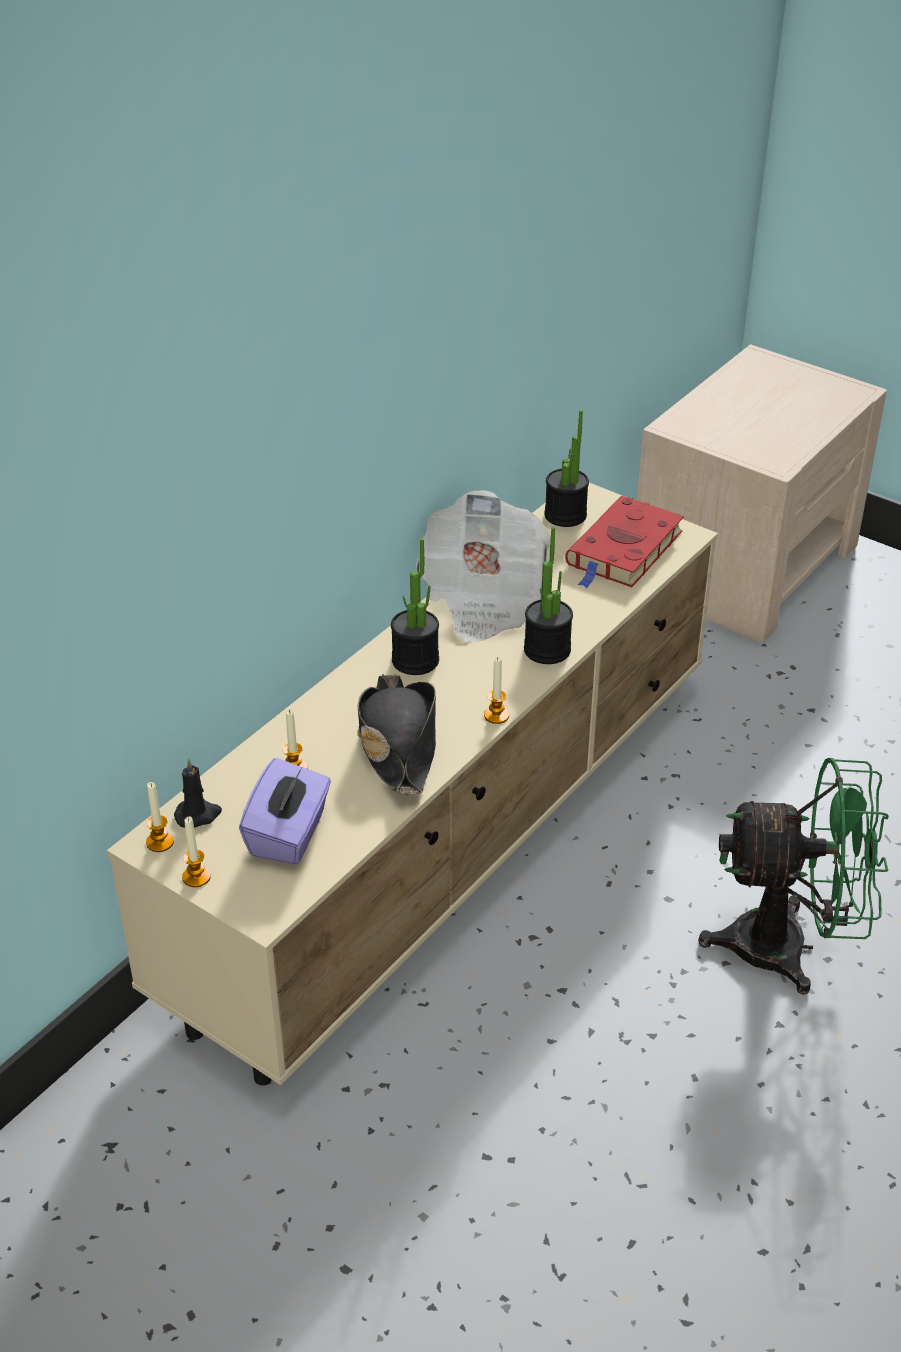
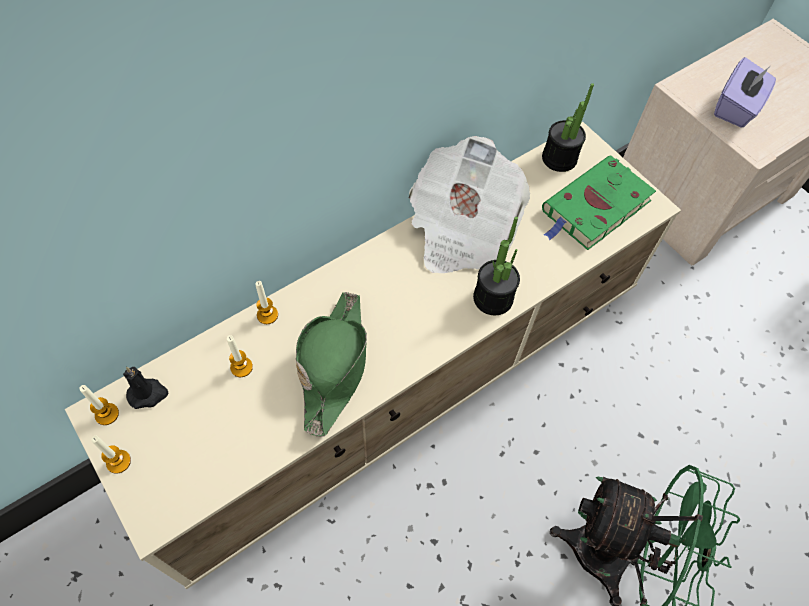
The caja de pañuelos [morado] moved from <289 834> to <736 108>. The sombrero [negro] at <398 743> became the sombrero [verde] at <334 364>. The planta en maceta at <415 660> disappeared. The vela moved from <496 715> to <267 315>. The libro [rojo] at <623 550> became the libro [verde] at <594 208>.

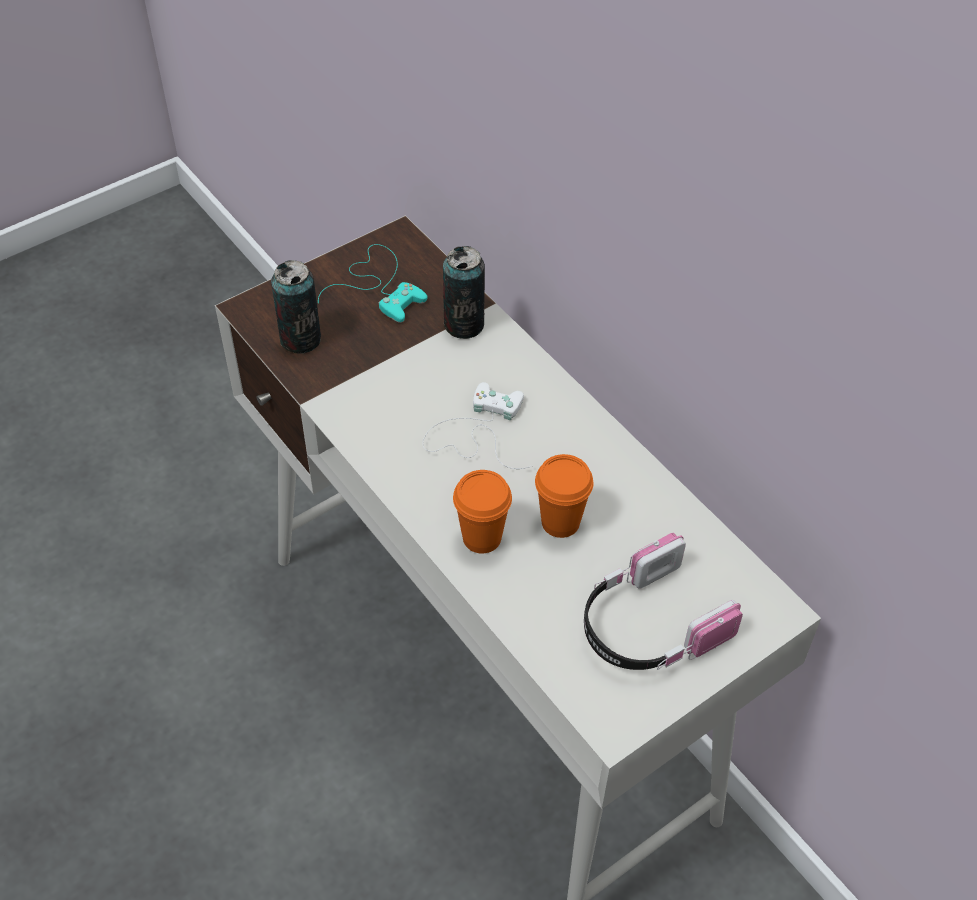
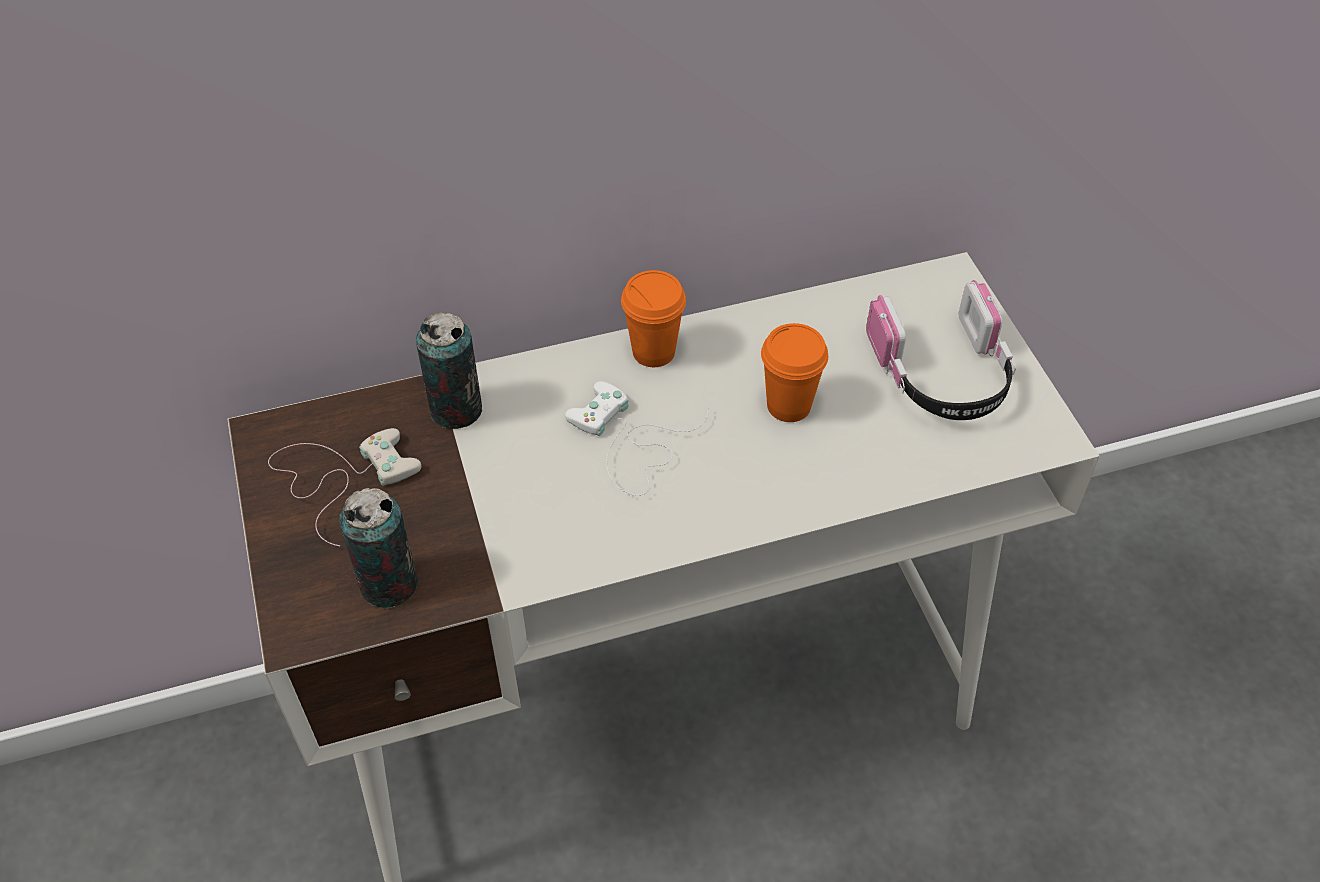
The mando de consola [turquesa] at <378 285> became the mando de consola [blanco] at <340 477>. The taza [naranja] moved from <481 537> to <653 352>.

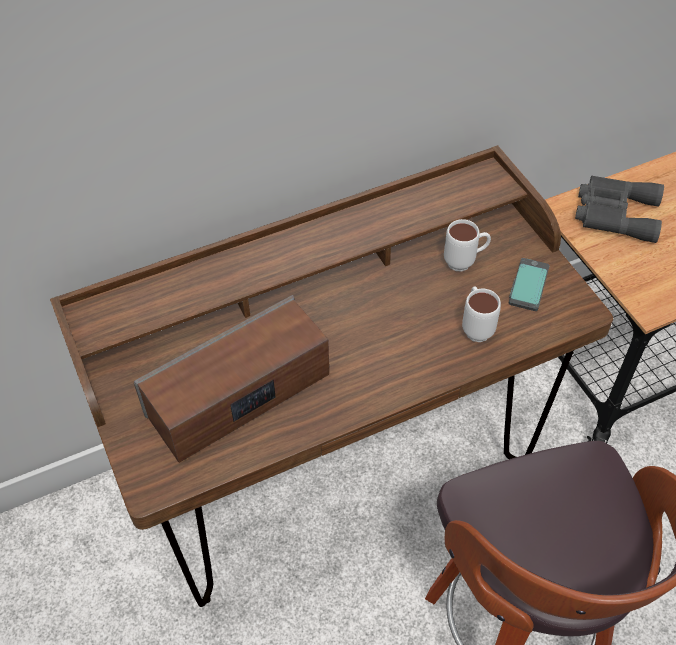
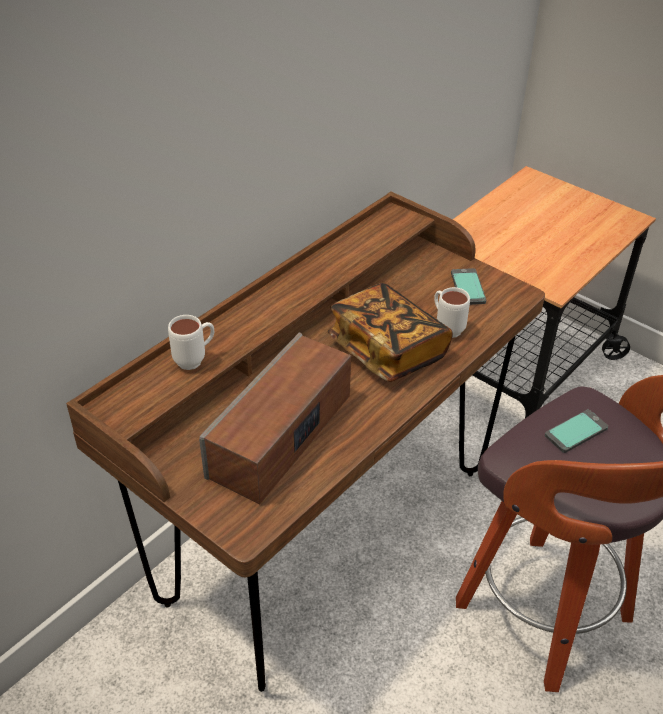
The taza grande [blanco] moved from <465 262> to <195 360>. The prismáticos [gris] at <614 213> disappeared. The libro at <387 350> appeared. The móvil at <575 432> appeared.

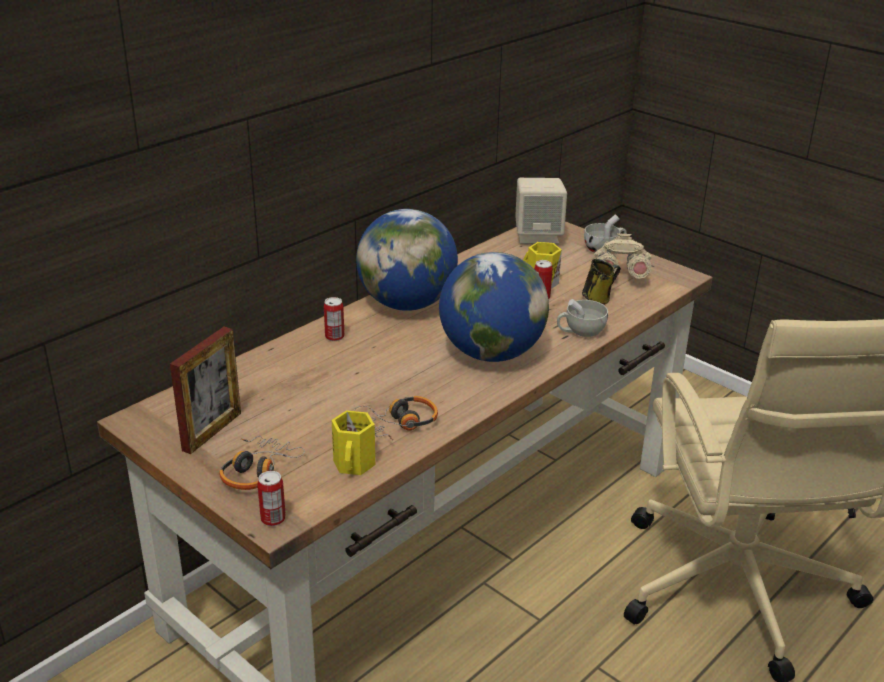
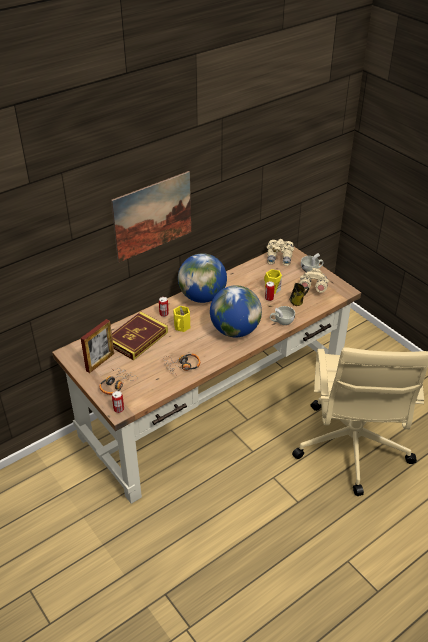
The taza grande [amarillo] moved from <355 464> to <182 327>. The altavoz [beis] at <538 236> was replaced by the prismáticos [beis] at <279 258>. The cuadro at <153 216> appeared. The libro at <137 338> appeared.

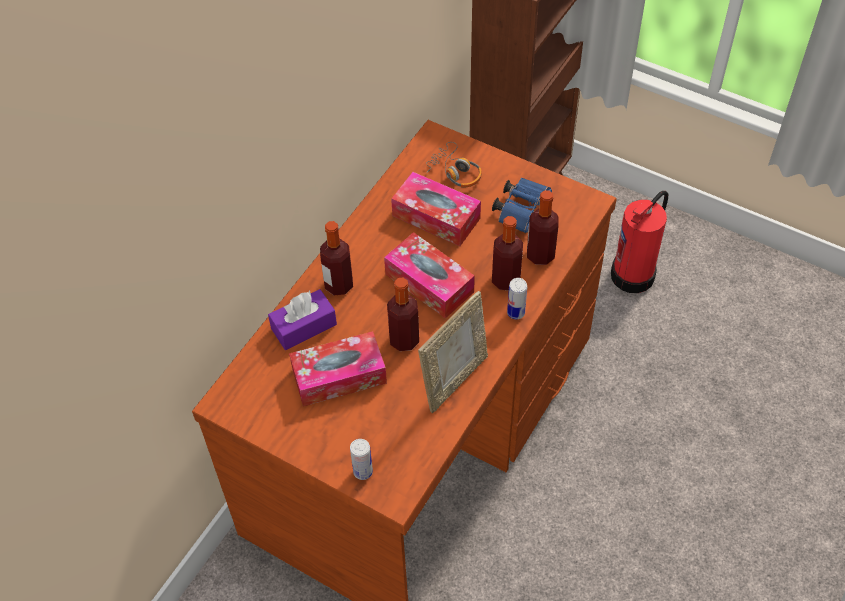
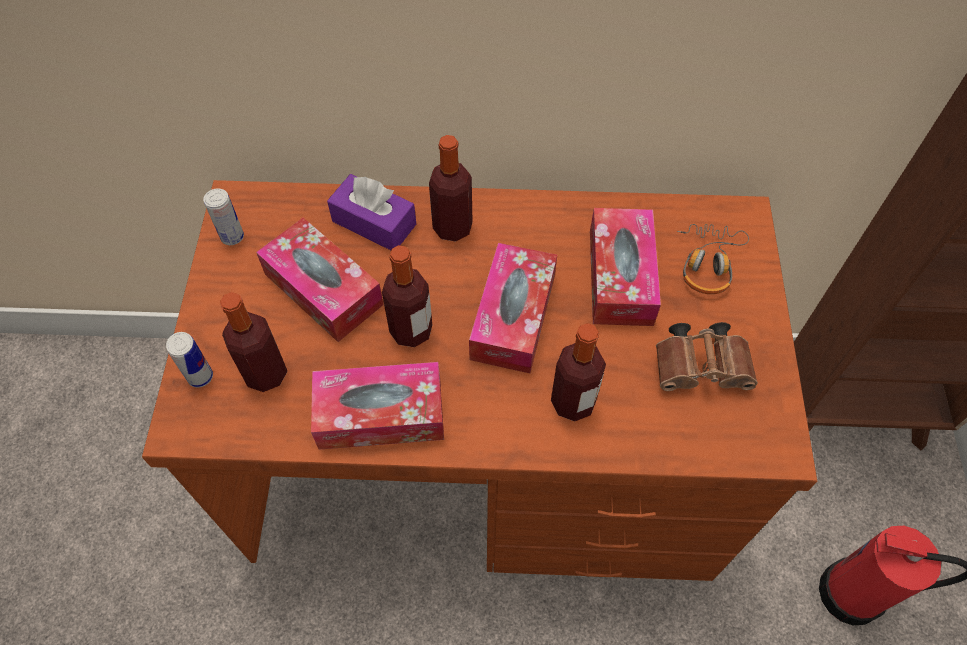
The portarretratos at <454 380> was replaced by the caja de pañuelos at <380 414>. The prismáticos [azul] at <522 209> became the prismáticos [marrón] at <703 368>. The lata moved from <516 313> to <232 237>. The botella moved from <540 255> to <266 373>.

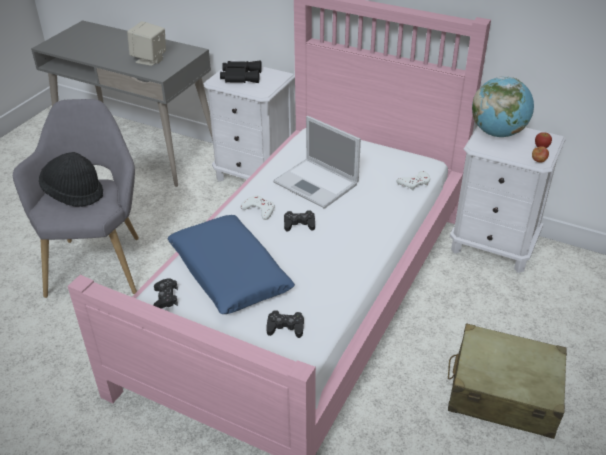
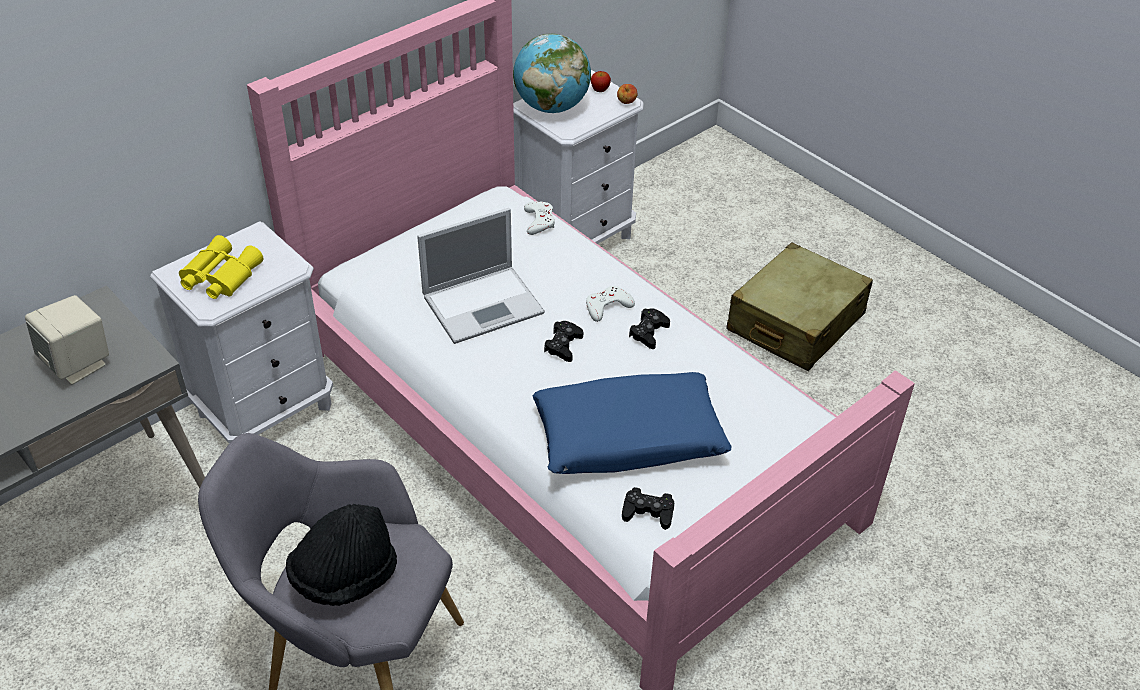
The prismáticos [negro] at <240 76> became the prismáticos [amarillo] at <218 276>. The mando de consola [blanco] moved from <259 210> to <607 307>. The mando de consola [negro] moved from <285 327> to <649 332>.

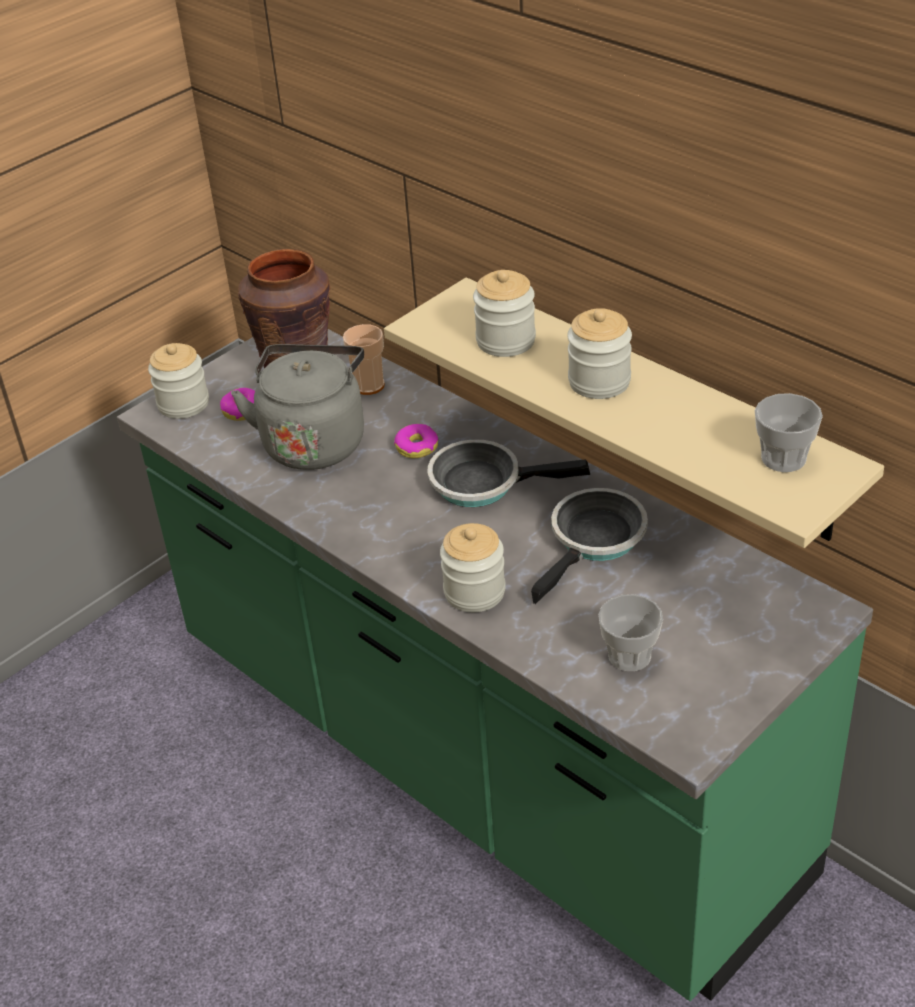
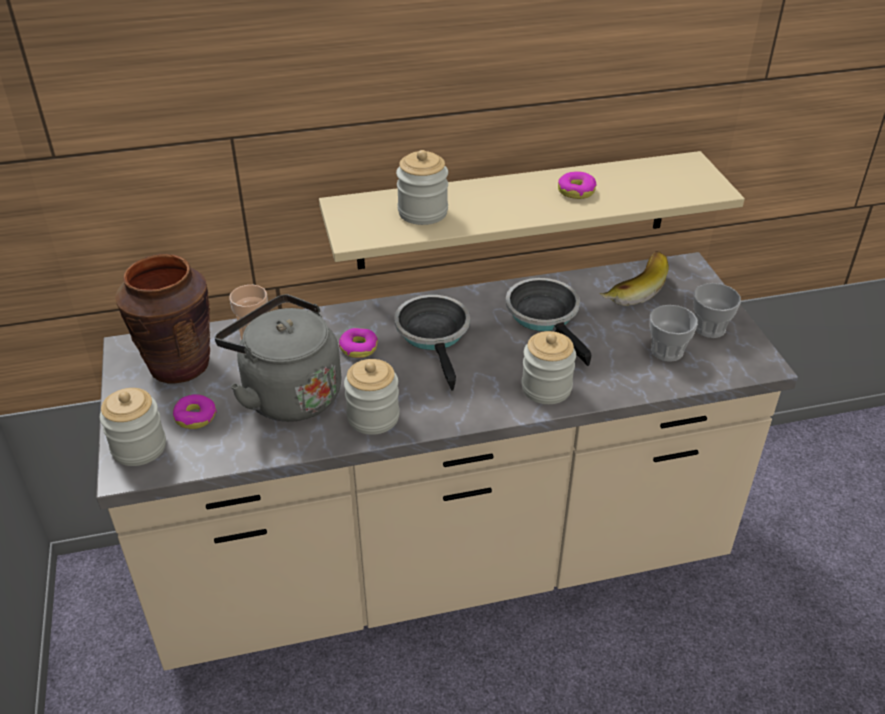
The mueble bajo de cocina [verde] at <477 760> became the mueble bajo de cocina [beis] at <442 564>. The sartén at <483 482> turned 135 degrees clockwise. The tarro moved from <599 382> to <373 417>. The taza moved from <783 458> to <709 328>. The rosquilla at <576 191> appeared. The plátano at <631 288> appeared.

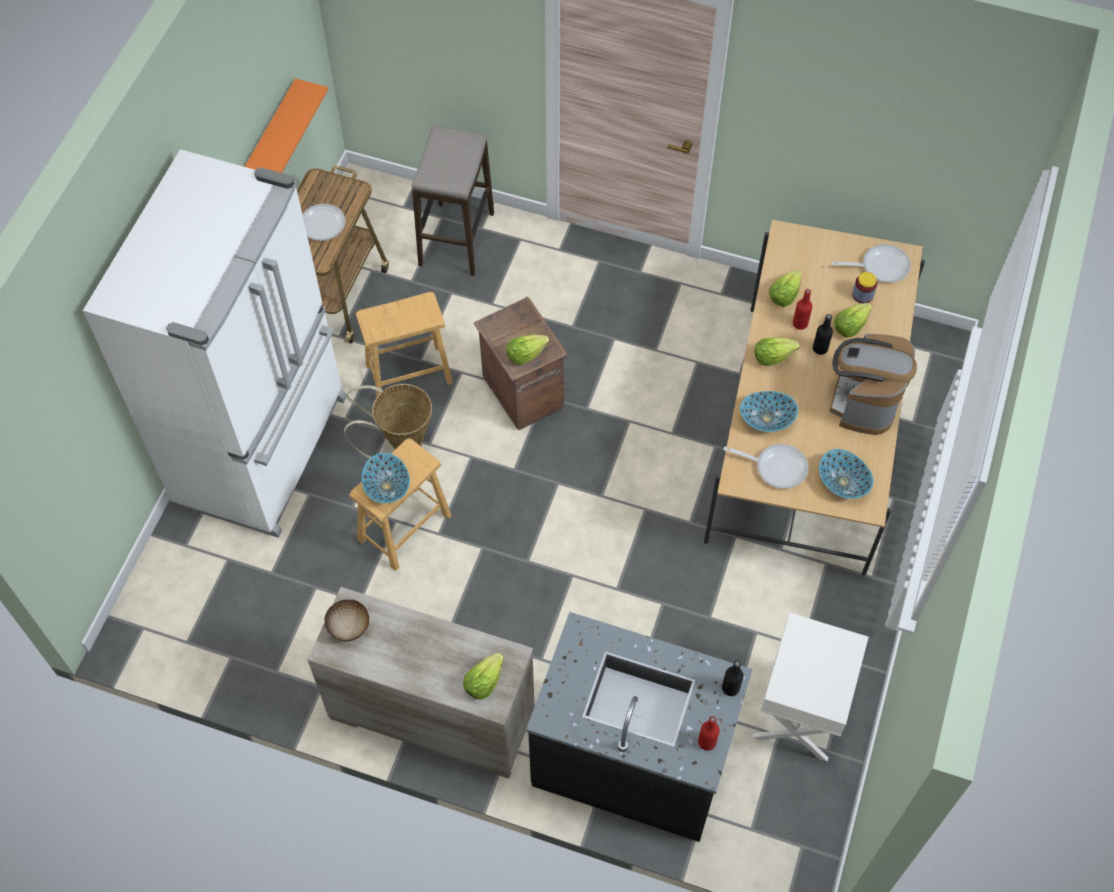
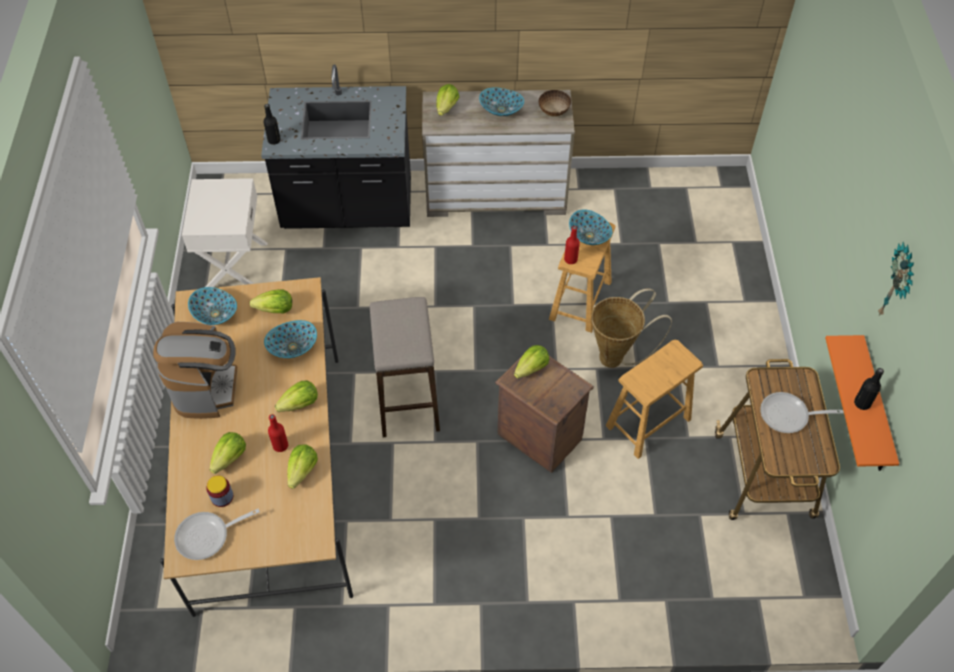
The nevera [blanco] at <266 450> disappeared. The taburete moved from <456 239> to <408 399>. The botella [rojo] moved from <707 742> to <570 259>. The sartén at <776 467> was replaced by the lechuga at <275 310>. The botella [negro] moved from <820 348> to <862 403>. The cuenco at <501 109> appeared. The reloj de pared at <899 285> appeared.

